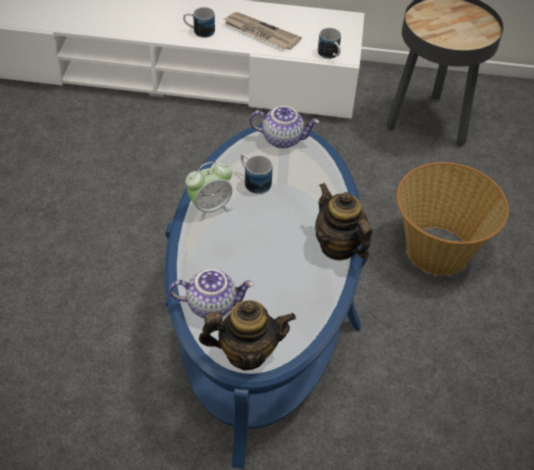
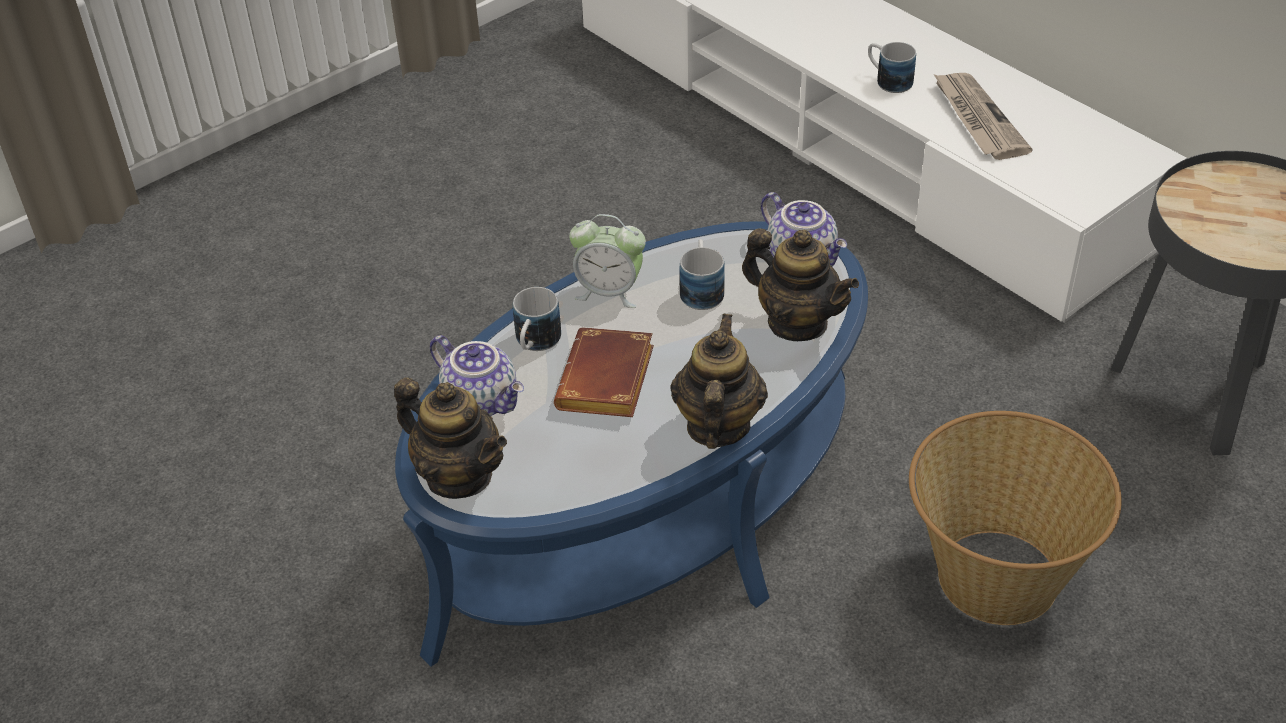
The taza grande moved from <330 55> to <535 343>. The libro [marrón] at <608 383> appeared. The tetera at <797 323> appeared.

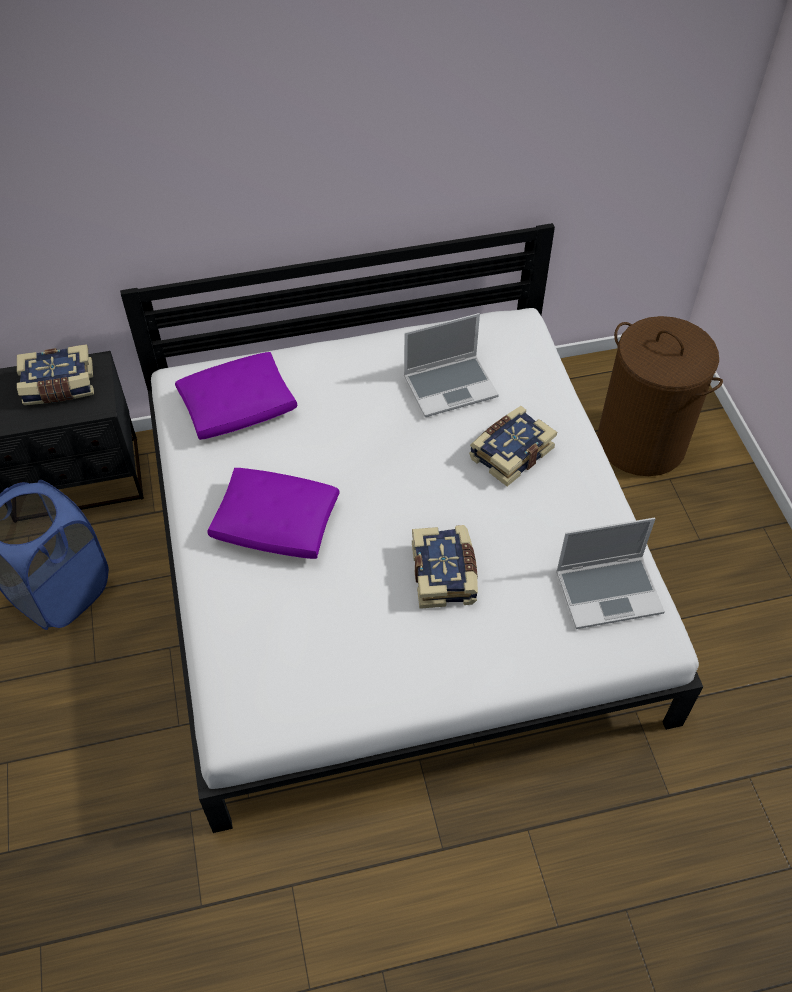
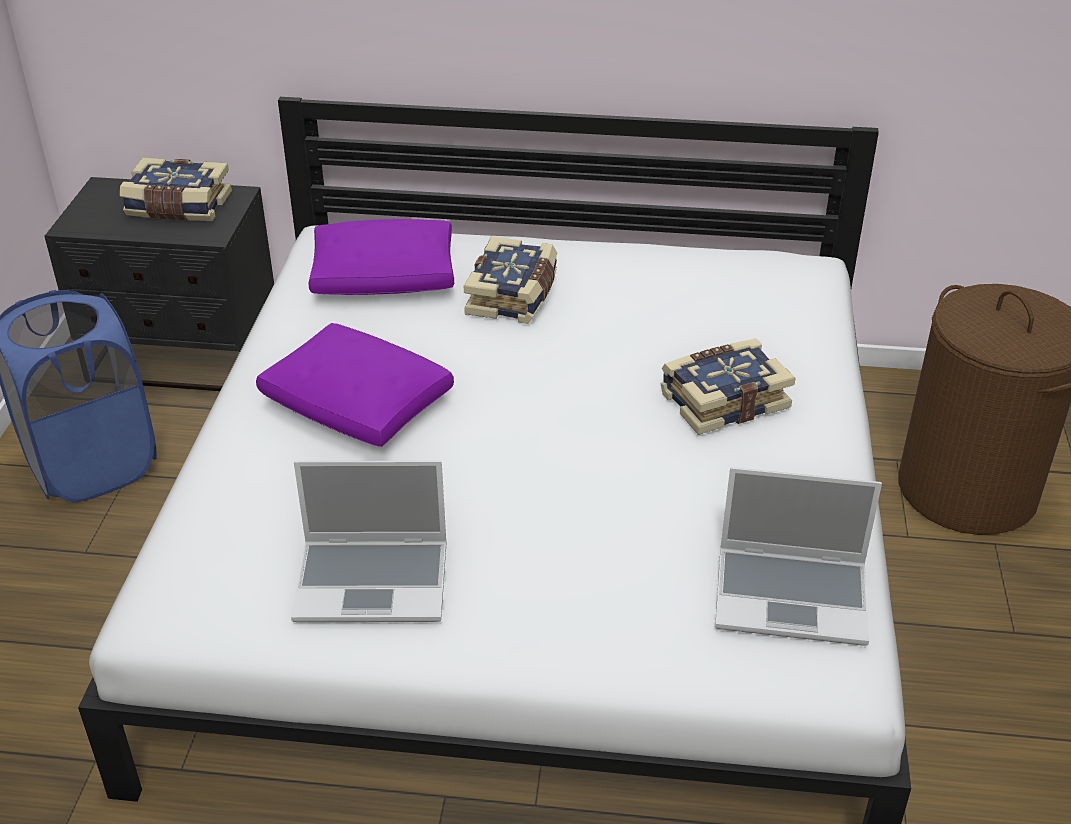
The portátil moved from <450 386> to <374 581>. The libro moved from <445 574> to <514 296>.

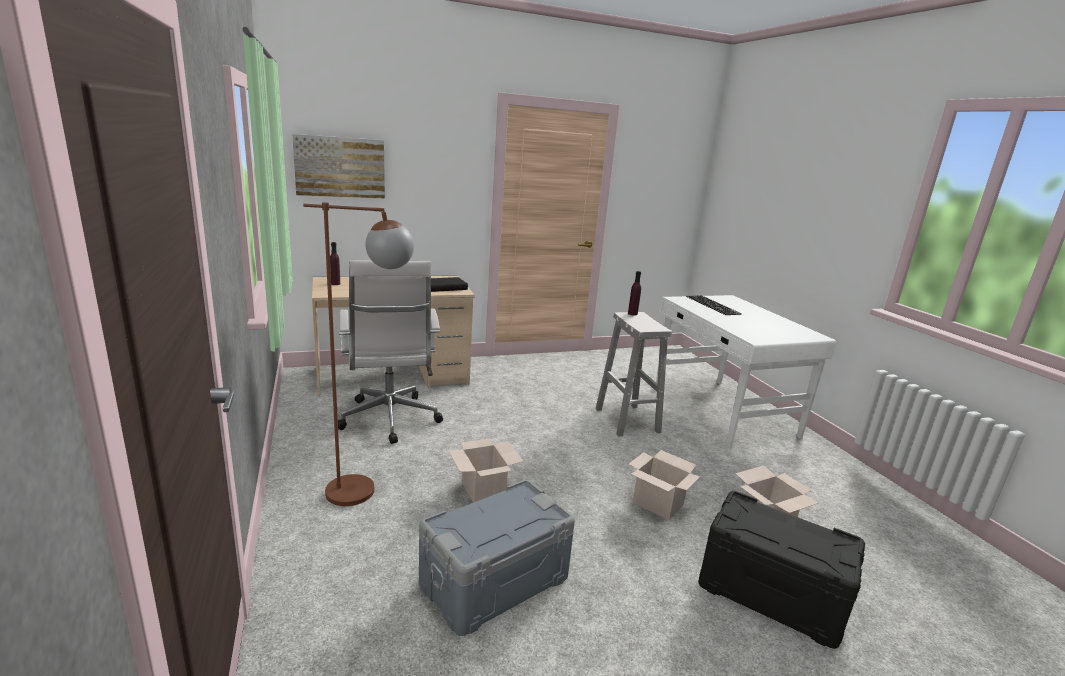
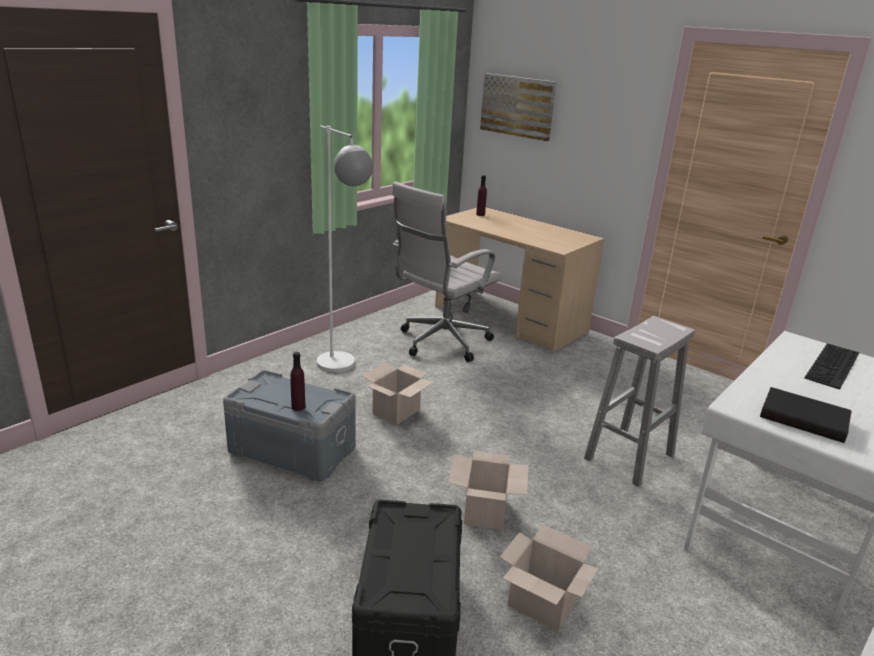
The lámpara de pie [marrón] at <368 491> became the lámpara de pie [blanco] at <343 368>. The libro [negro] moved from <444 287> to <804 418>. The botella [morado] moved from <632 314> to <298 407>.

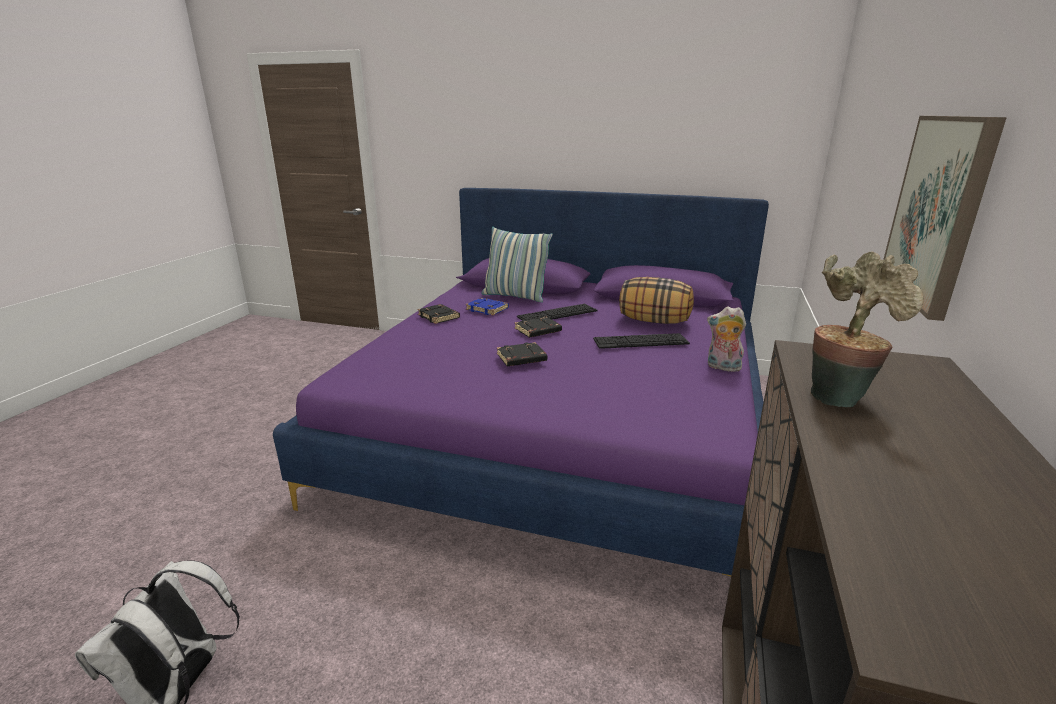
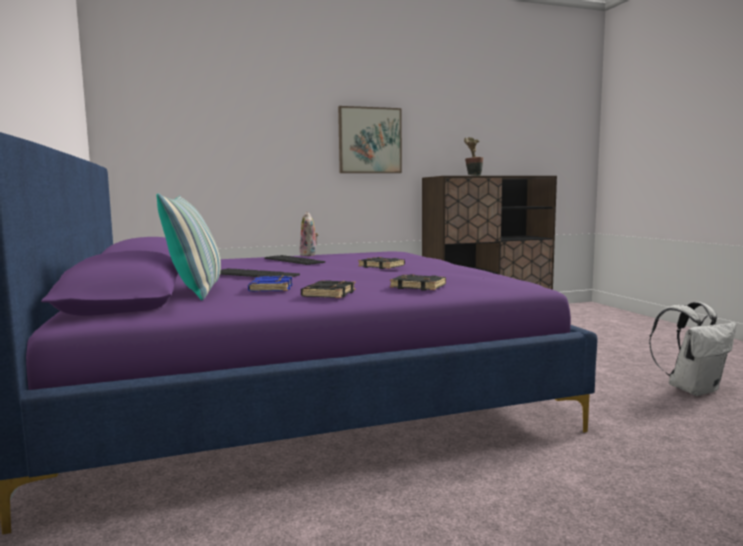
The libro [negro] moved from <538 331> to <419 287>. The cojín at <654 321> disappeared.

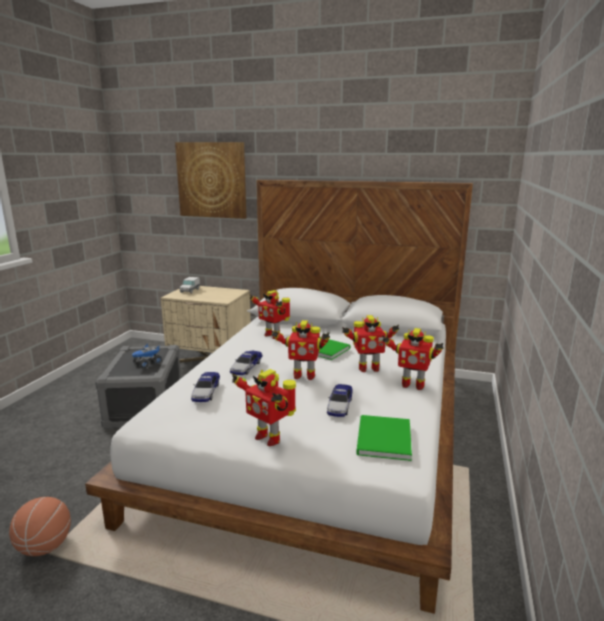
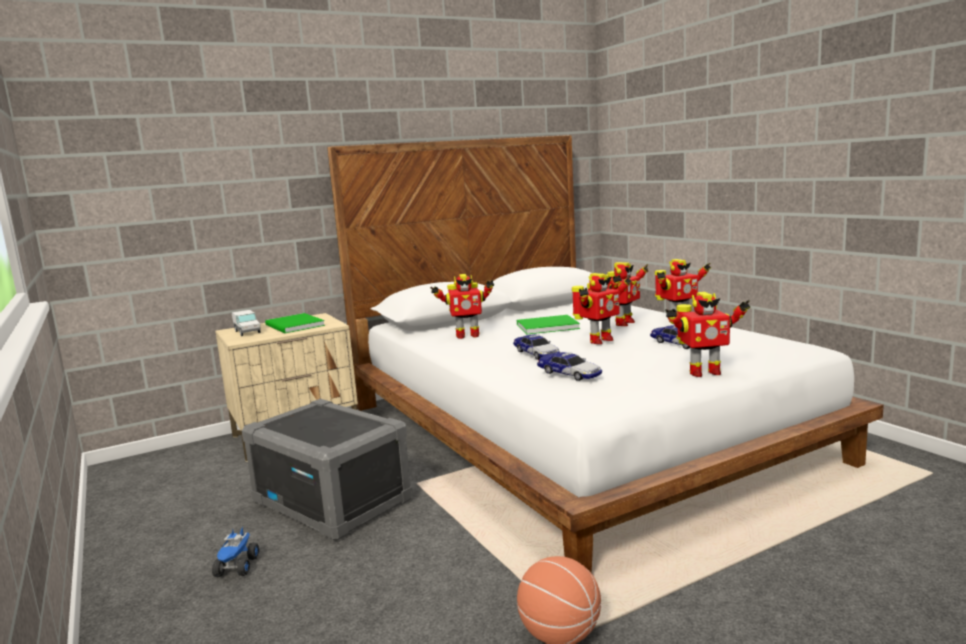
The camión de juguete moved from <147 364> to <237 567>. The cuadro at <212 180> disappeared. The libro [verde] moved from <382 440> to <294 326>.

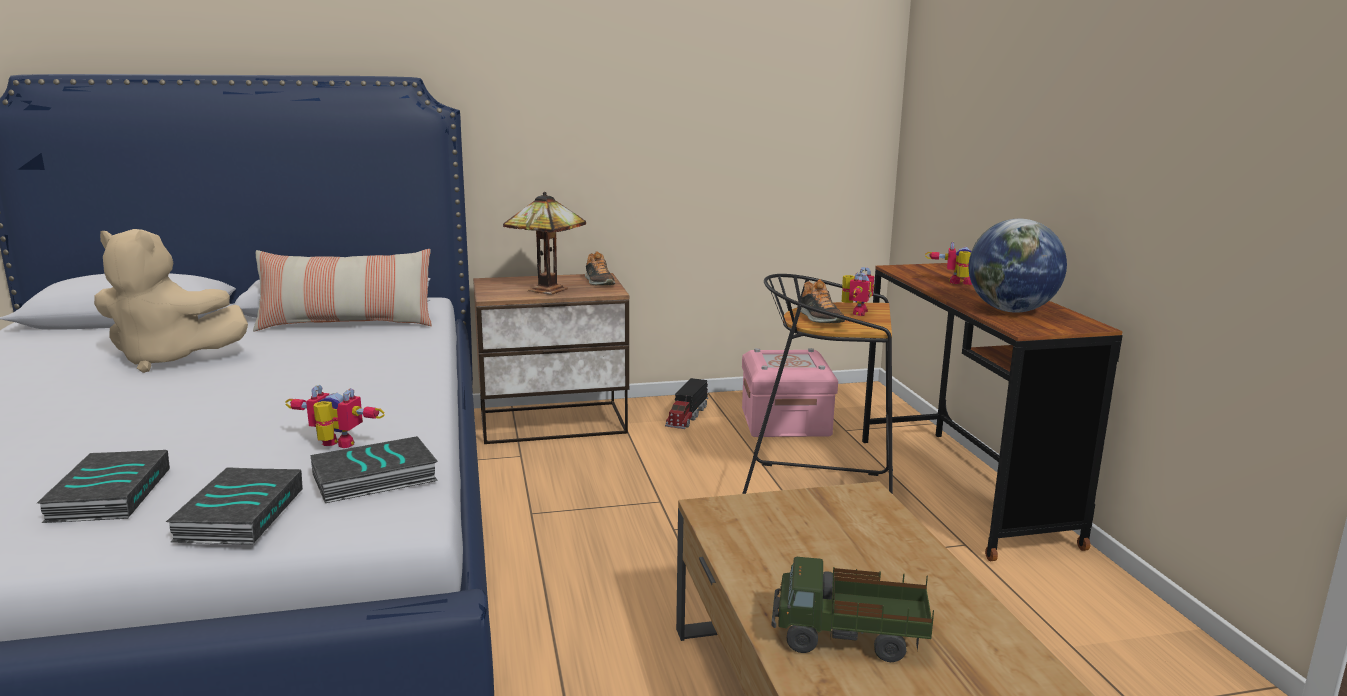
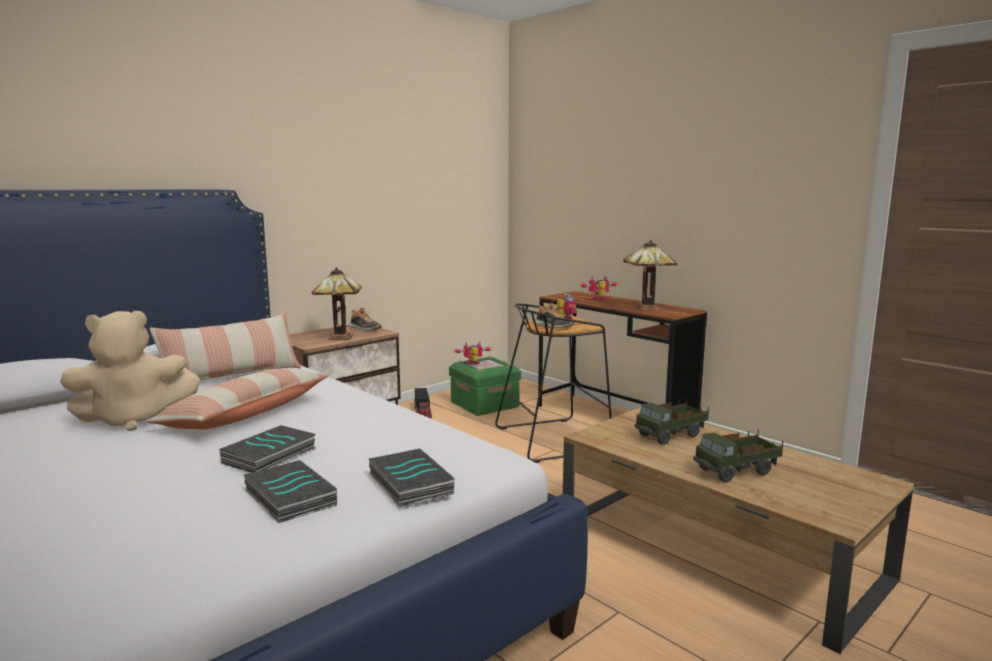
The robot de juguete moved from <334 446> to <473 364>. The libro moved from <373 479> to <270 456>. The caja de almacenaje [rosa] at <785 422> became the caja de almacenaje [verde] at <484 405>. The globo terráqueo at <1010 310> was replaced by the lámpara de mesa at <646 308>. The cojín at <246 415> appeared. The camión de juguete at <671 435> appeared.

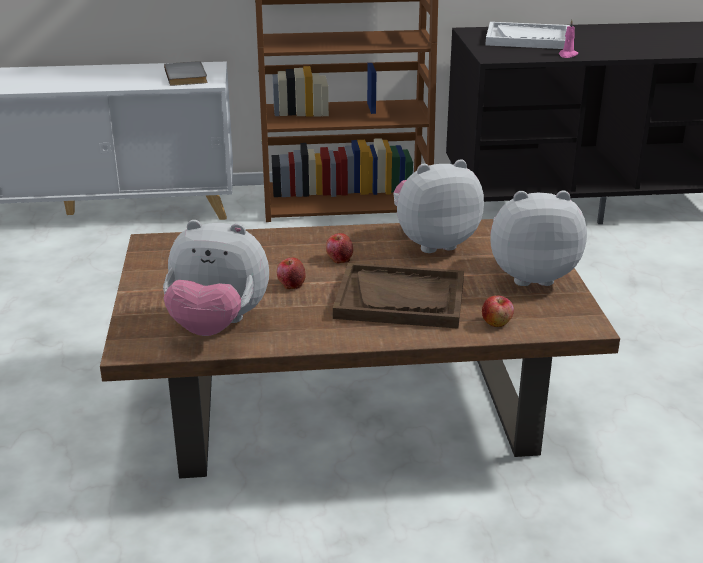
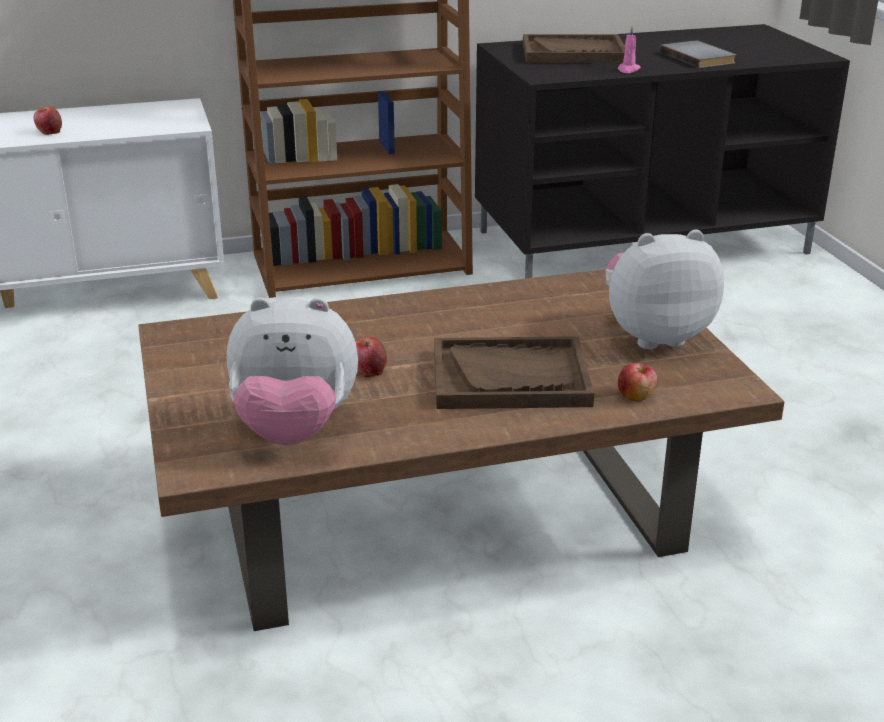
The libro [gris] moved from <188 76> to <699 57>. The manzana moved from <339 259> to <49 131>. The peluche at <433 243> disappeared. The bandeja [blanco] at <528 39> became the bandeja [marrón] at <573 53>.

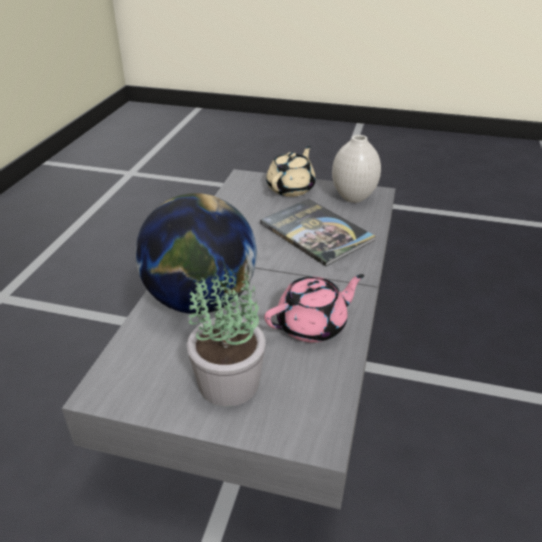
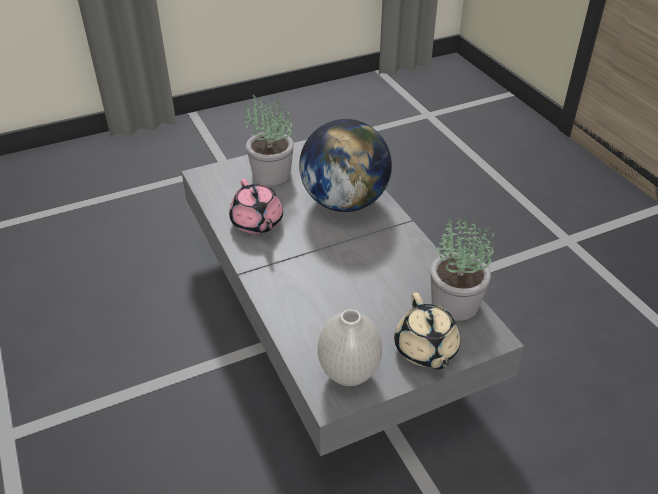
The libro at <316 232> disappeared. The tetera [rosa] at <313 325> turned 45 degrees counterclockwise. The planta en maceta at <455 304> appeared.

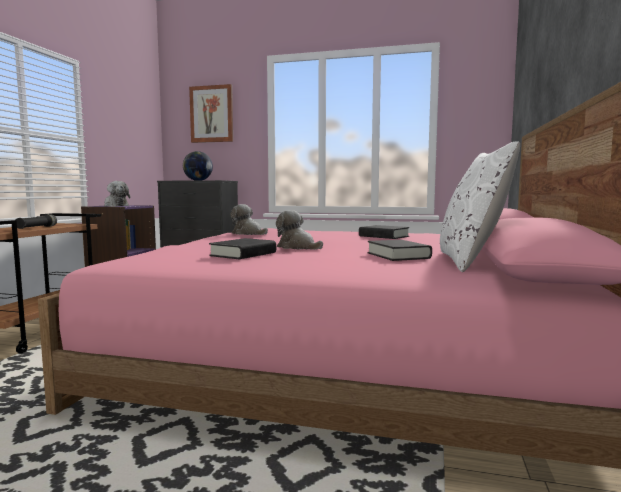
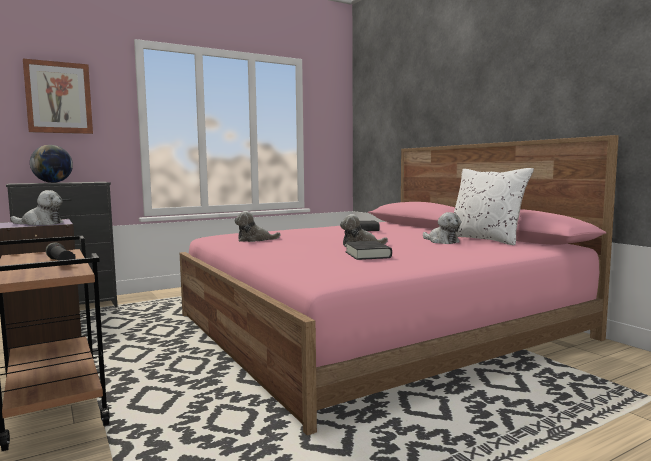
The libro [negro] at <398 256> was replaced by the peluche at <441 241>.

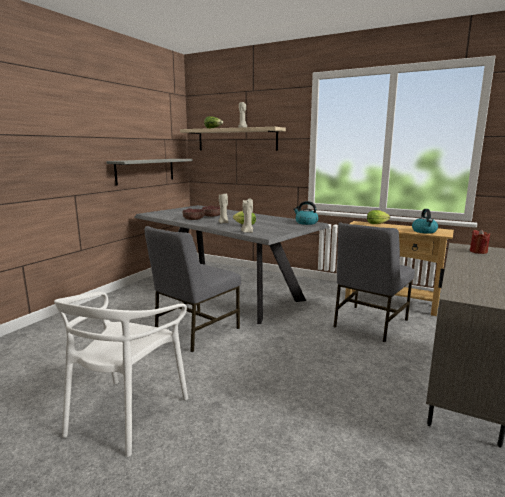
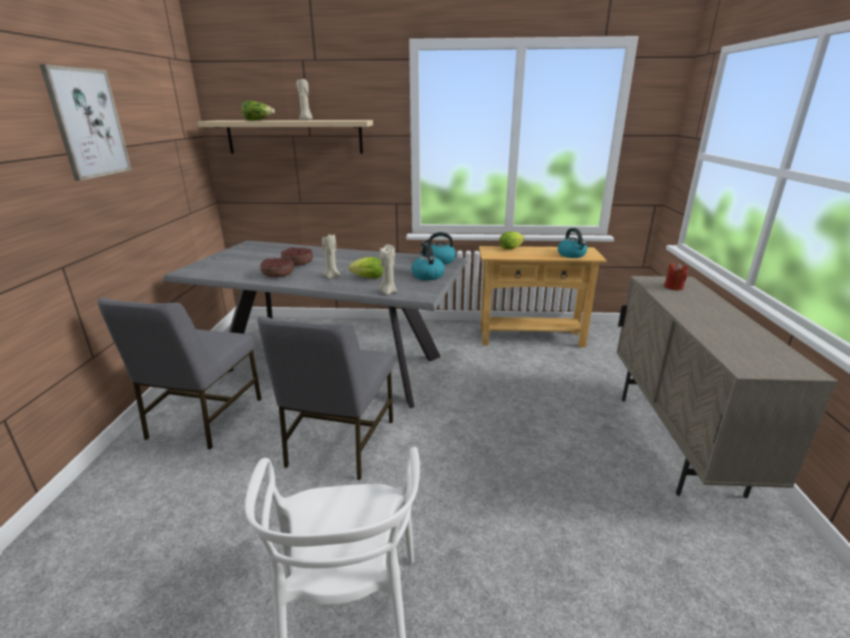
The estante [gris] at <145 171> disappeared. The silla [gris] moved from <369 323> to <203 419>. The cuadro at <88 123> appeared. The hervidor at <427 275> appeared.

